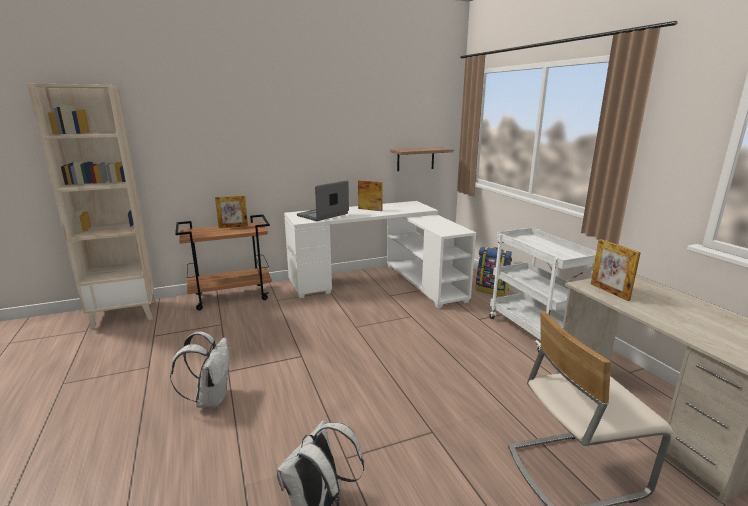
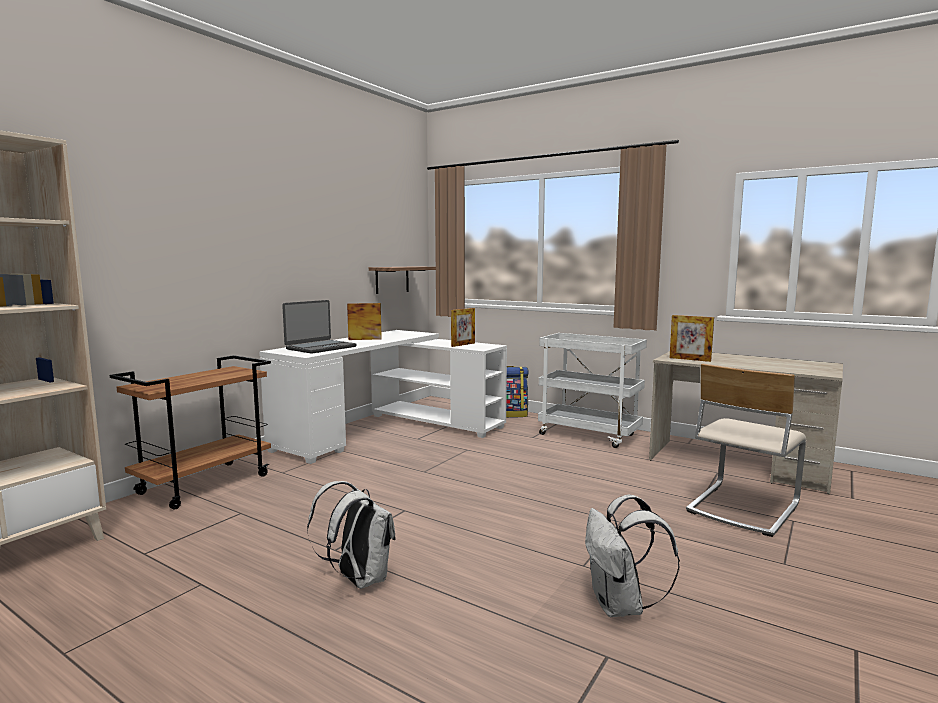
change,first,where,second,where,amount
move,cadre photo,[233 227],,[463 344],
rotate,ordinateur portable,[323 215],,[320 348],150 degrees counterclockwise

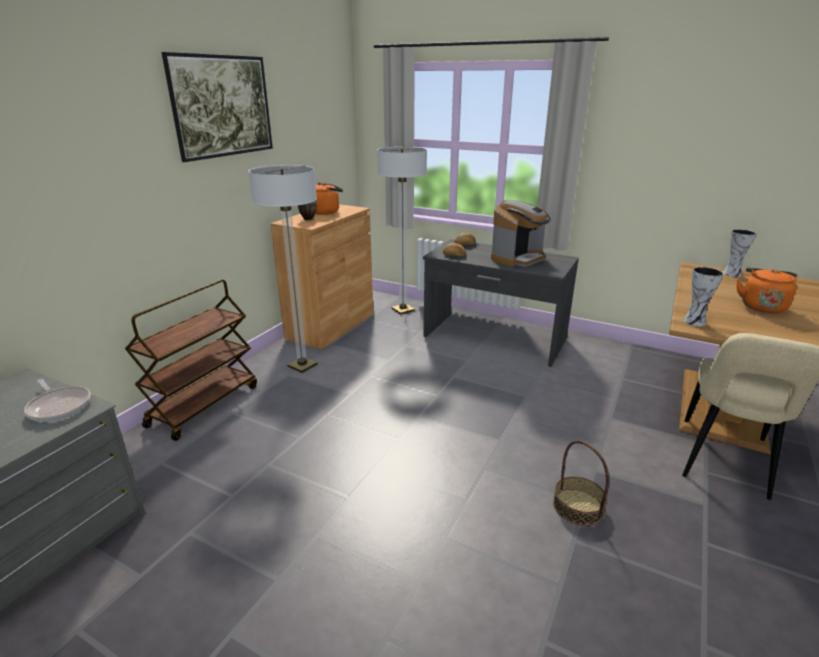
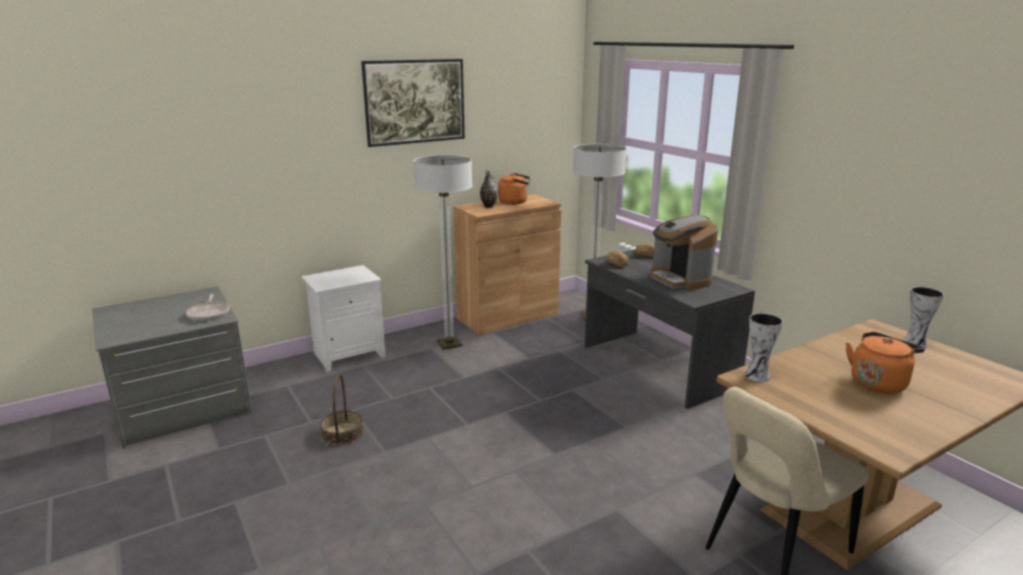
change,first,where,second,where,amount
move,panier,[578 506],,[343 434],
replace,chariot (marron),[204 405],table de chevet (blanc),[349 354],
rotate,machine à café,[518 259],,[680 279],75 degrees clockwise

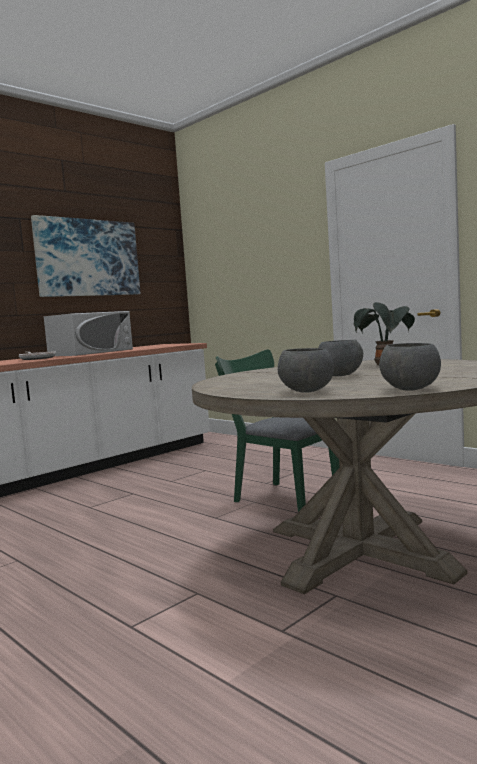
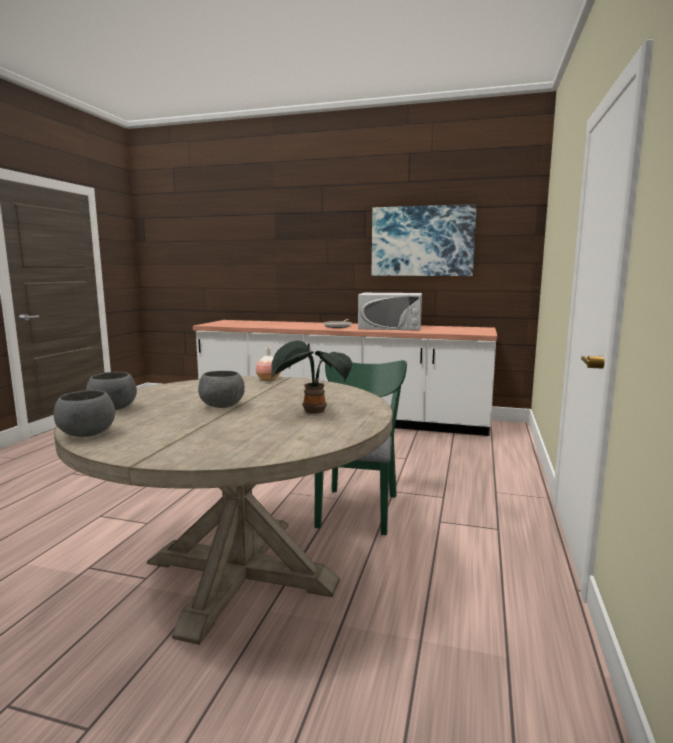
change,first,where,second,where,amount
insert,,,vase,[268 379],

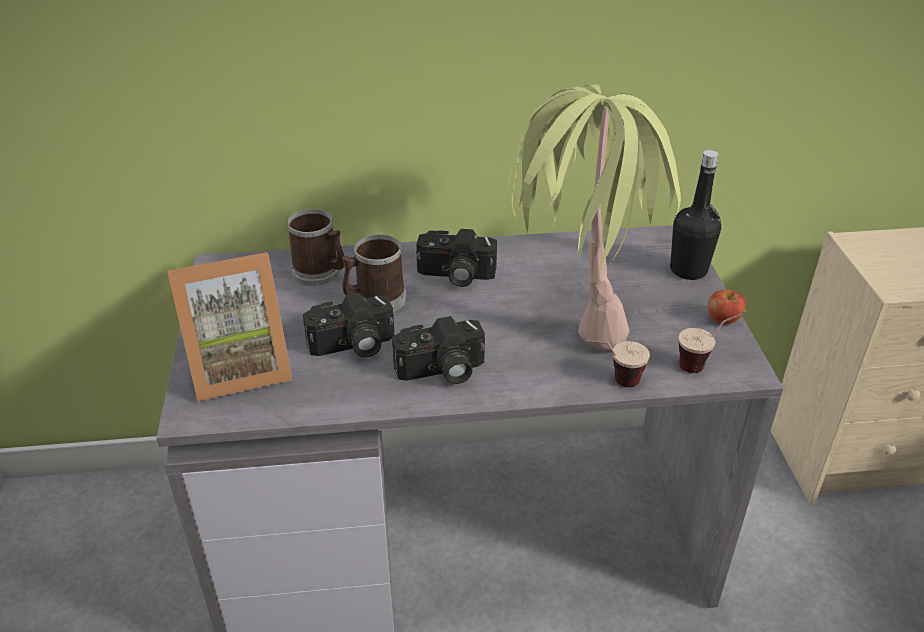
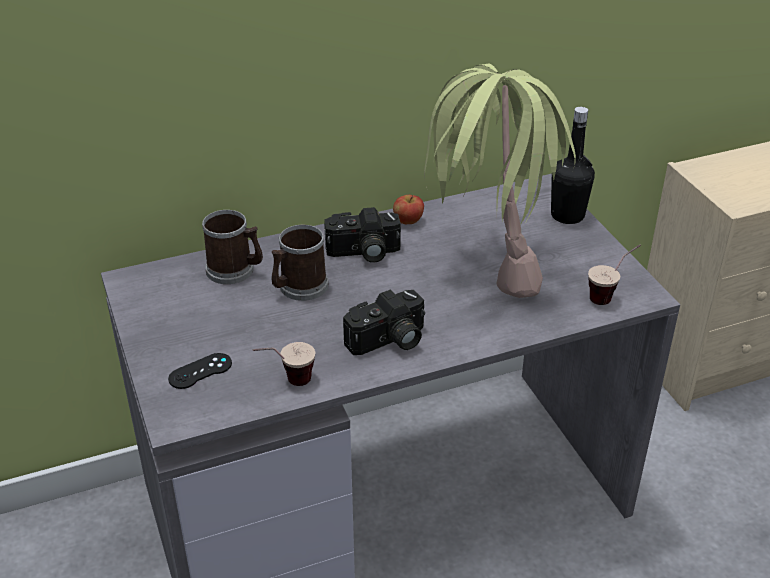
change,first,where,second,where,amount
delete,appareil photo,[353 346],,,
move,tasse,[612 382],,[286 383],
move,pomme,[723 320],,[408 221],
replace,cadre photo,[239 368],manette (noir),[200 371],

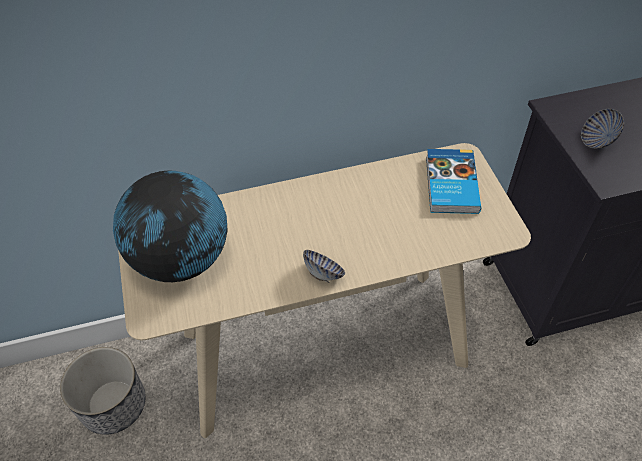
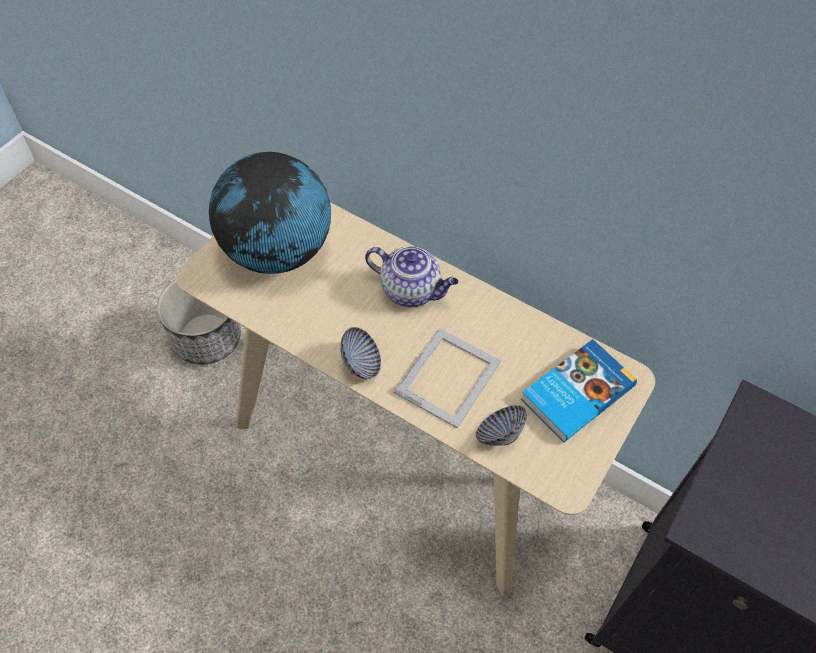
change,first,where,second,where,amount
insert,,,théière,[411 290],
insert,,,cadre photo,[449 376],
move,bol,[597 141],,[499 434],

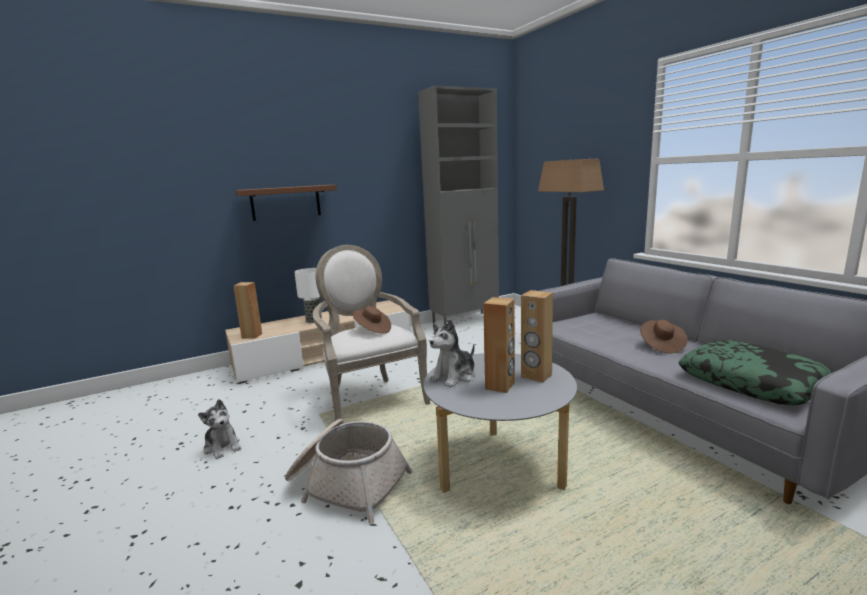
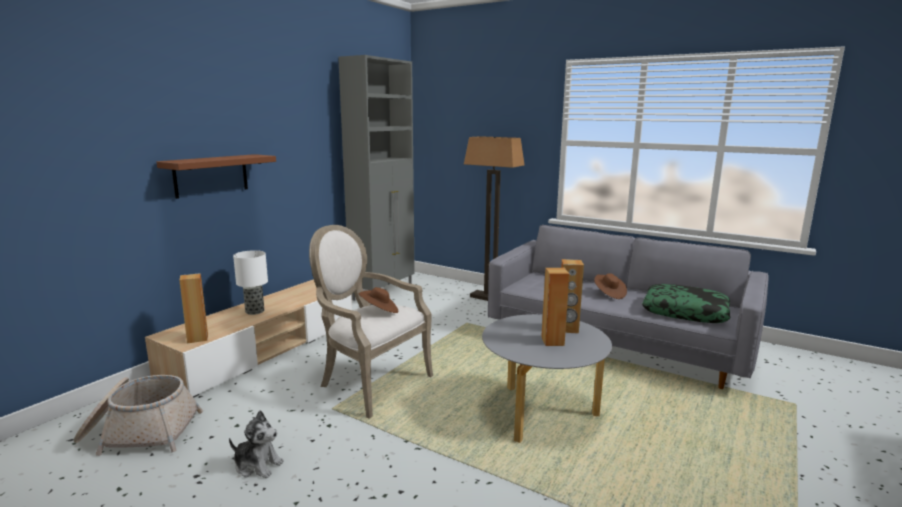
change,first,where,second,where,amount
delete,peluche,[454 376],,,
move,panier,[347 483],,[139 432],

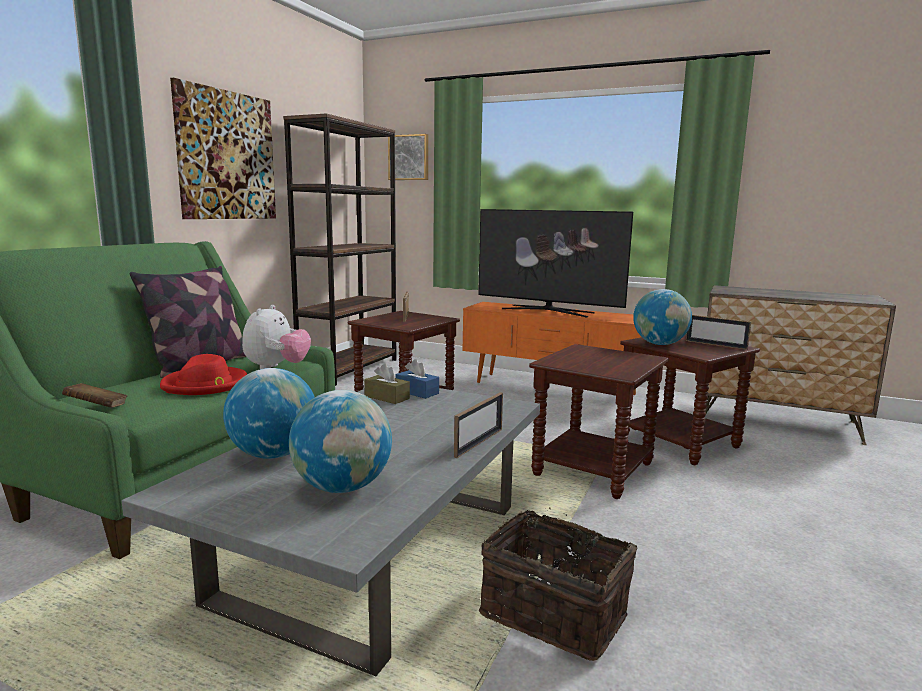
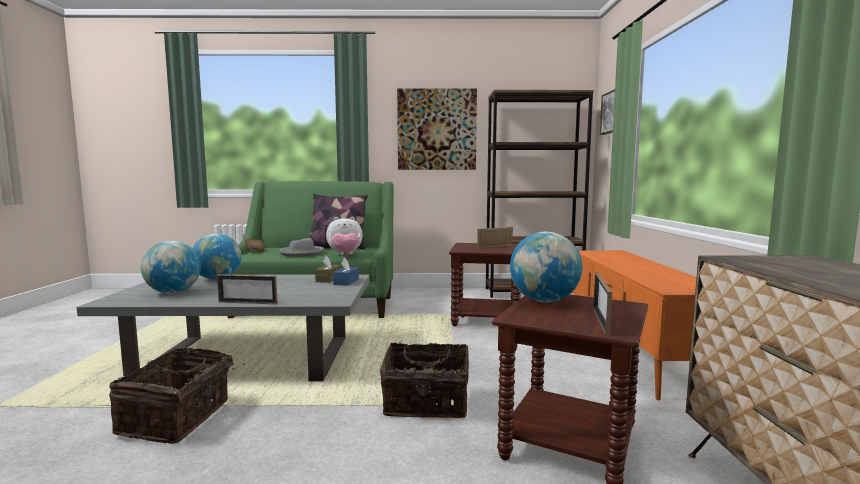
change,first,where,second,where,amount
delete,téléviseur,[547 311],,,
replace,table d'appoint (marron),[594 470],panier,[426 403],
recolor,chapeau (rouge),[205 384],chapeau (gris),[301 253],

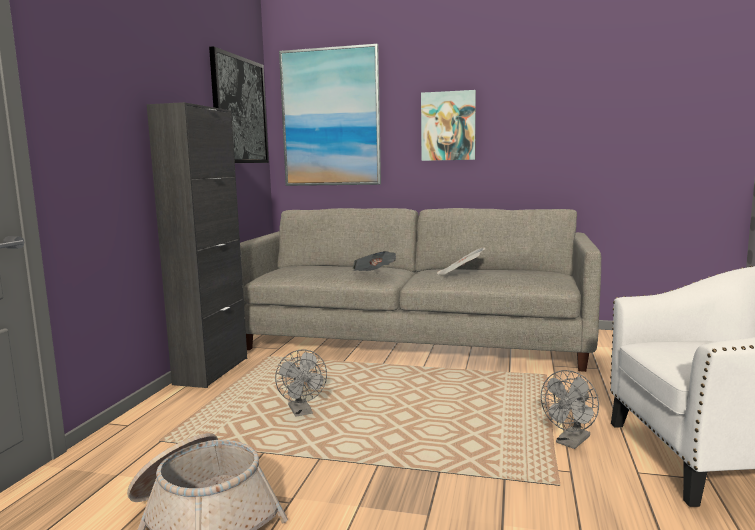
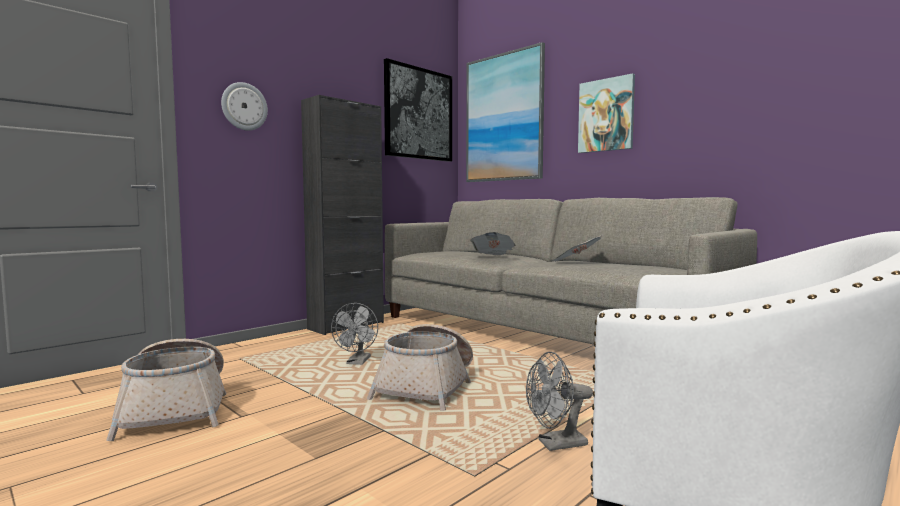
change,first,where,second,where,amount
insert,,,horloge murale,[244 106],
insert,,,panier,[427 386],

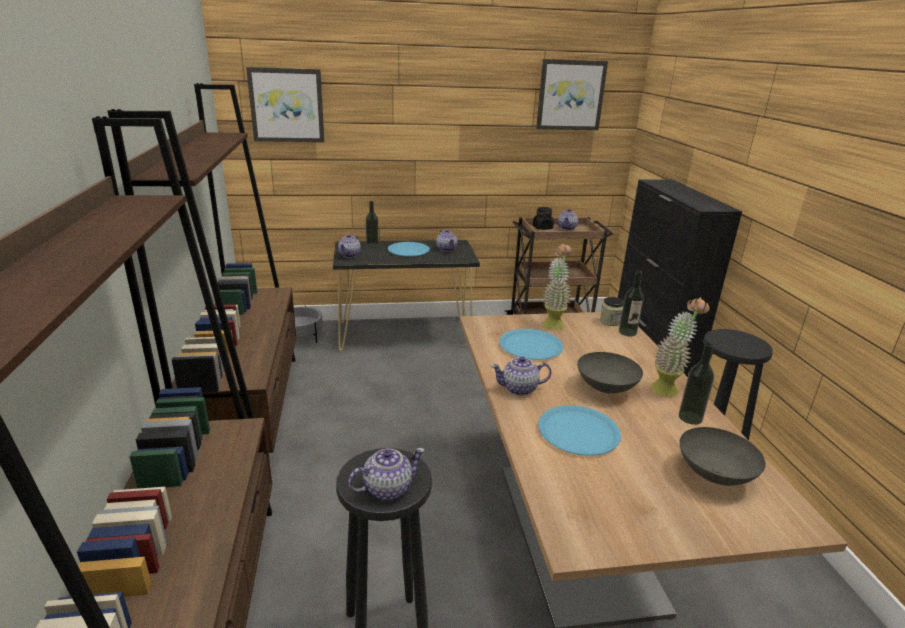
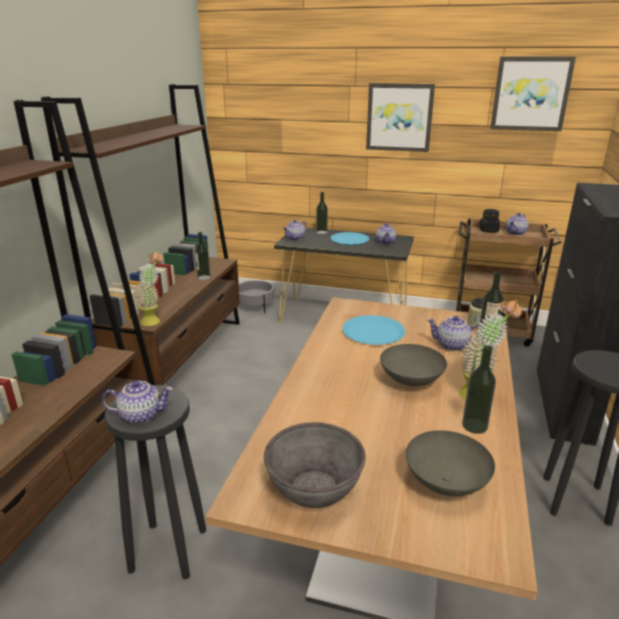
change,first,where,second,where,amount
delete,assiette (bleu),[578 431],,,
insert,,,bouteille,[204 277],
insert,,,bol (gris),[314 488],
move,tableau,[287 105],,[399 117],
move,théière,[519 389],,[452 345],
move,plante en pot,[553 322],,[154 320],

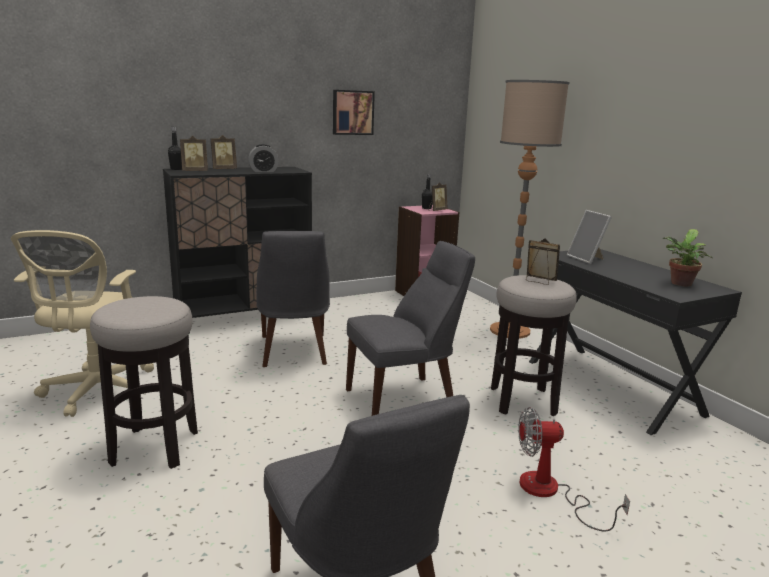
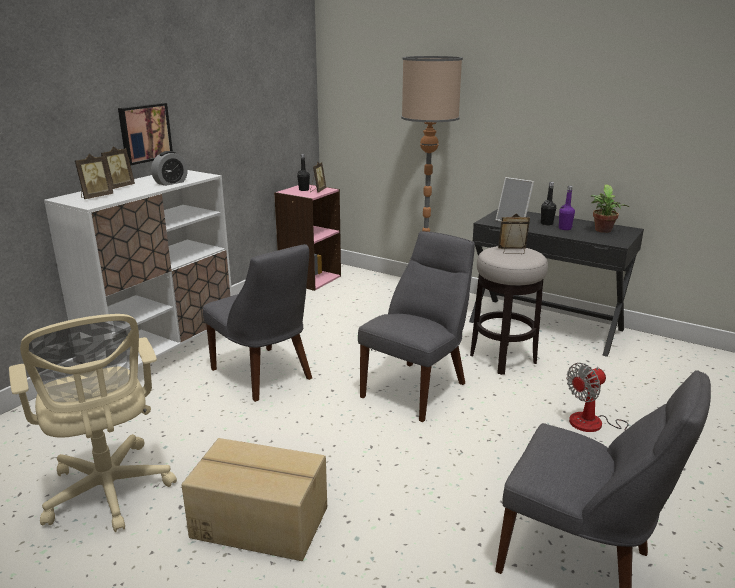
change,first,where,second,where,amount
insert,,,bouteille (violet),[564 228],
move,bouteille (noir),[176 169],,[546 224],
move,tableau,[352 112],,[144 133],
replace,tabouret,[155 447],carton,[260 521],
recolor,meuble de rangement (noir),[244 318],meuble de rangement (blanc),[163 354],

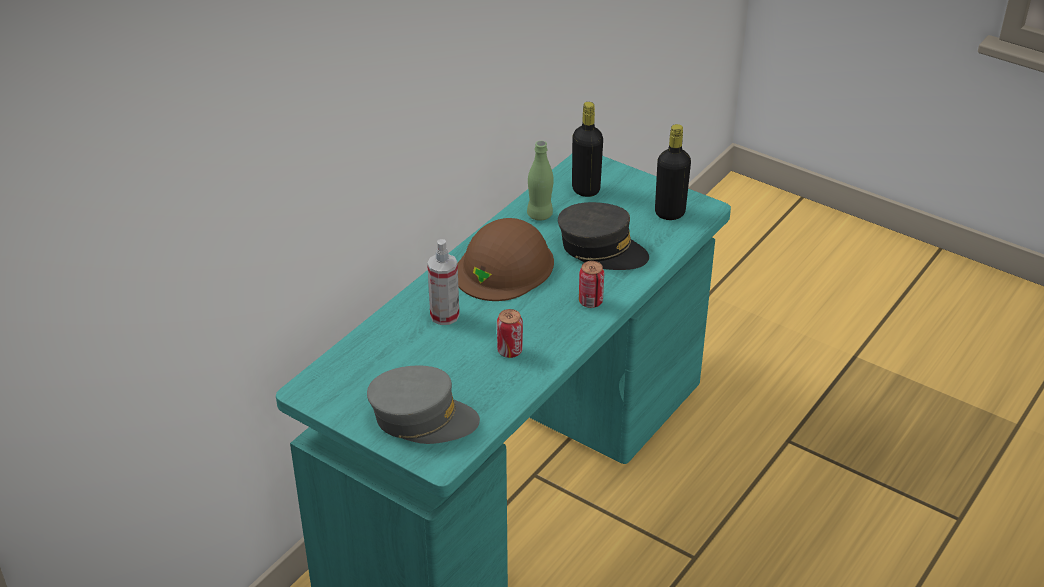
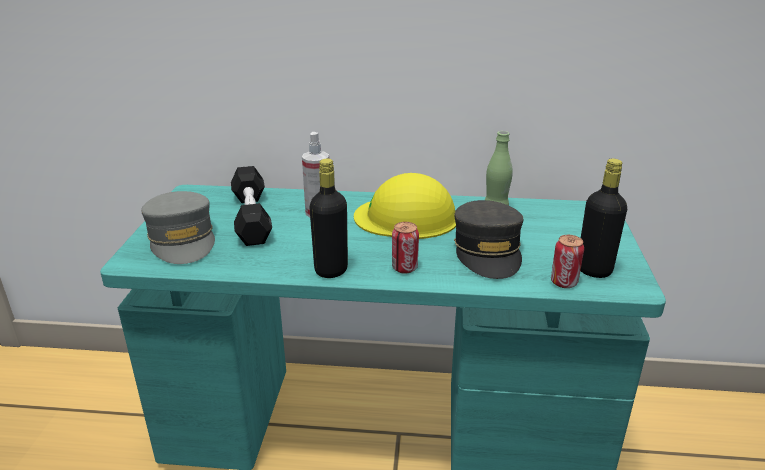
change,first,where,second,where,amount
insert,,,haltère (noir),[251 218],
move,boîte métallique,[509 351],,[564 282],
move,bouteille (noir),[586 189],,[331 270],
recolor,casque de chantier (marron),[504 267],casque de chantier (jaune),[407 217],

